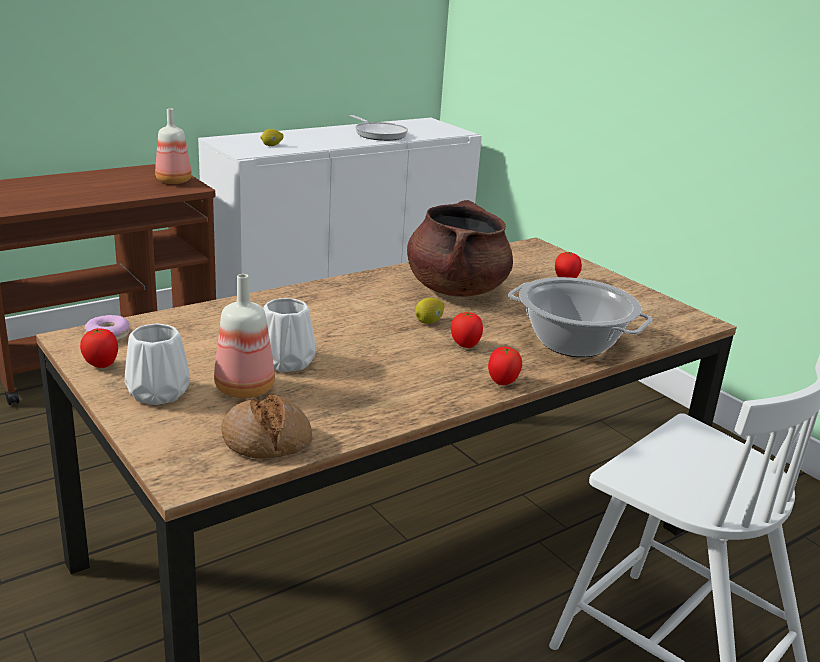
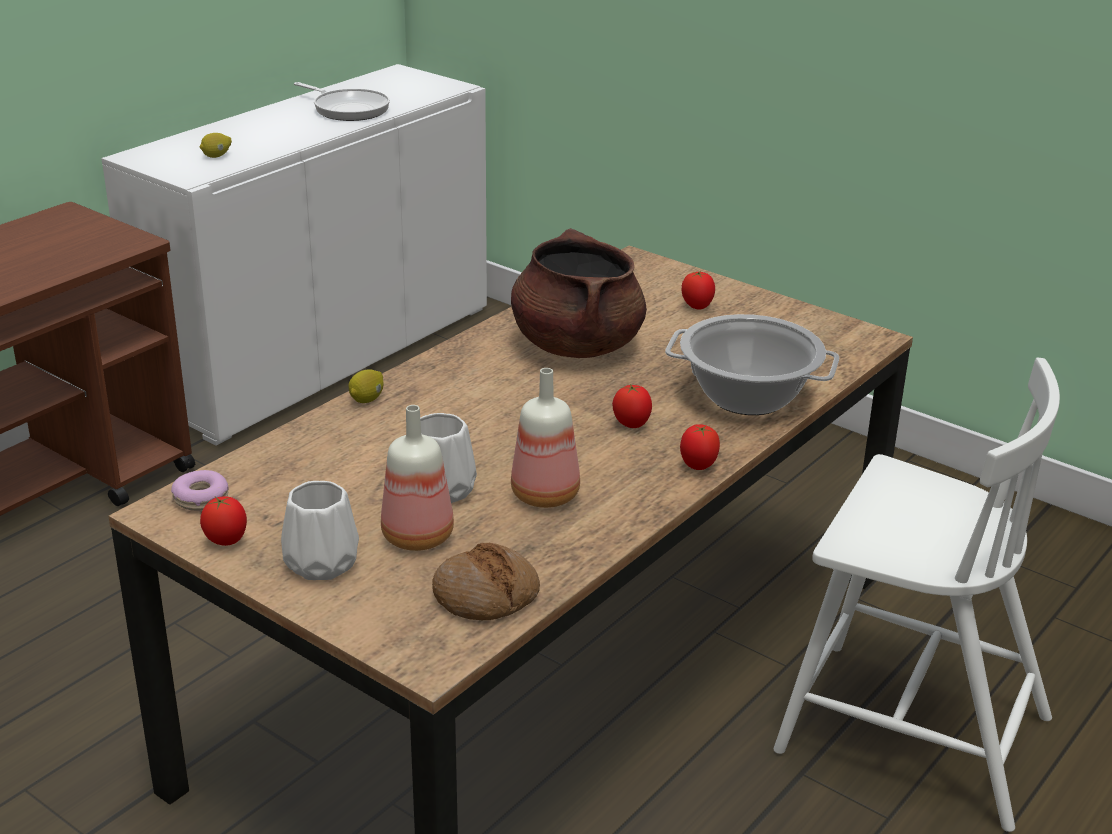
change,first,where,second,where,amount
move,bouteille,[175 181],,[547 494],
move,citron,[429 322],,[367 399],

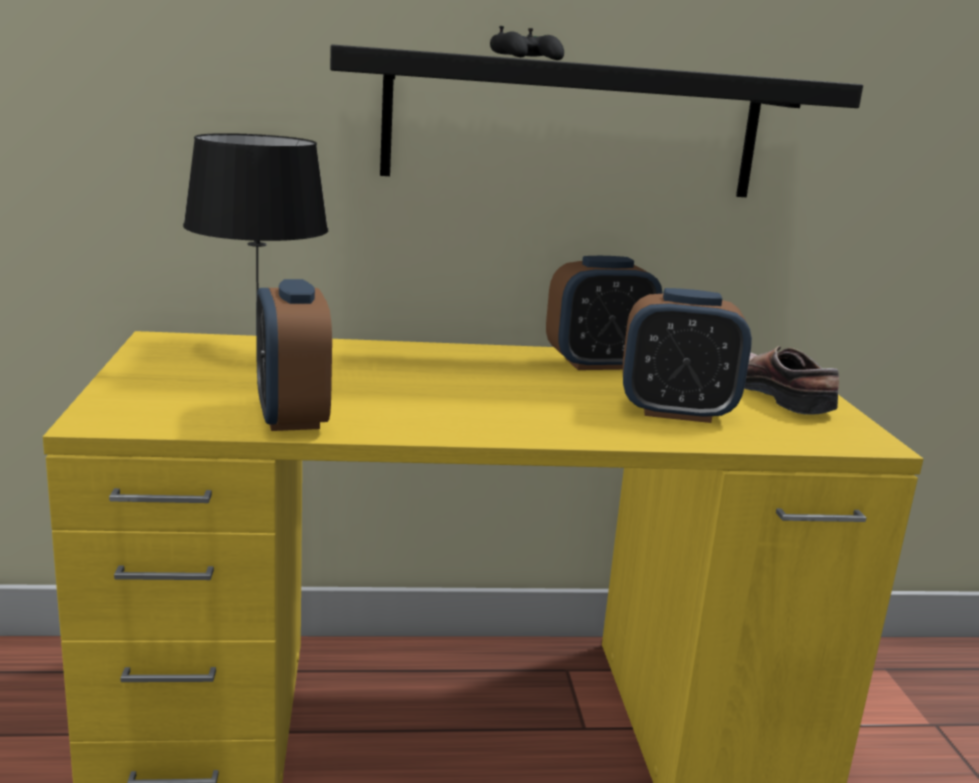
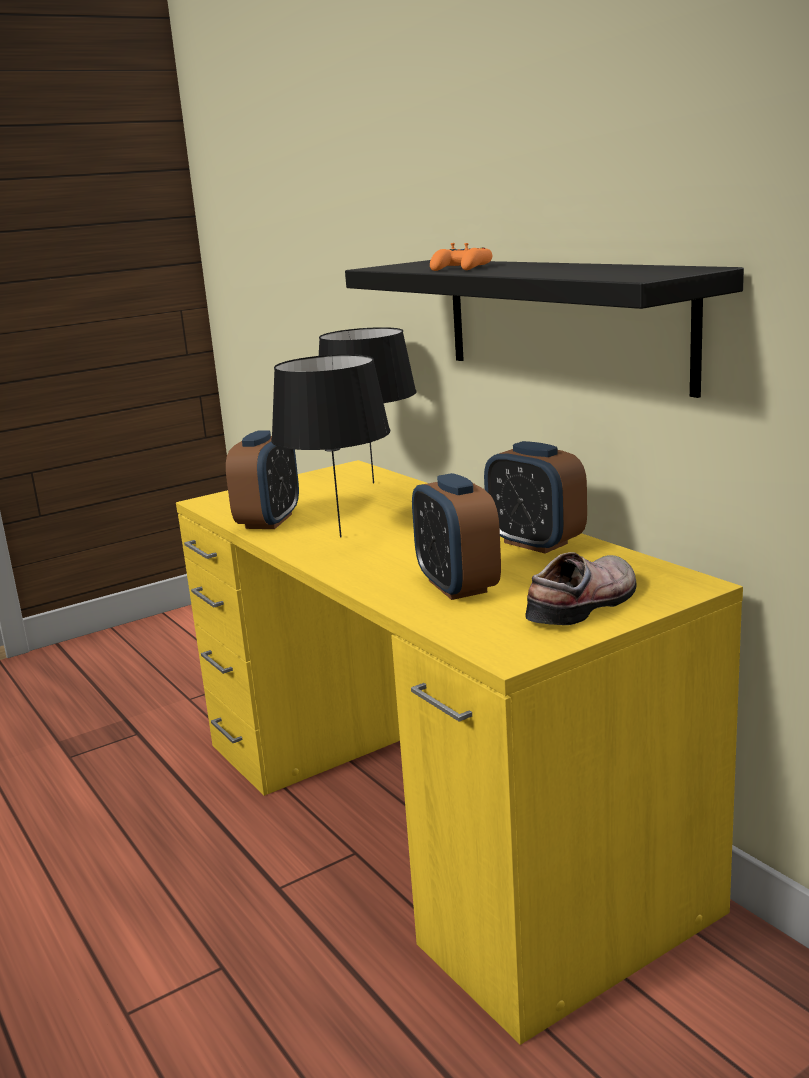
change,first,where,second,where,amount
insert,,,lampe de table (noir),[339 537],
recolor,manette (noir),[526 57],manette (orange),[462 268],
rotate,réveil,[291 417],,[269 521],150 degrees clockwise

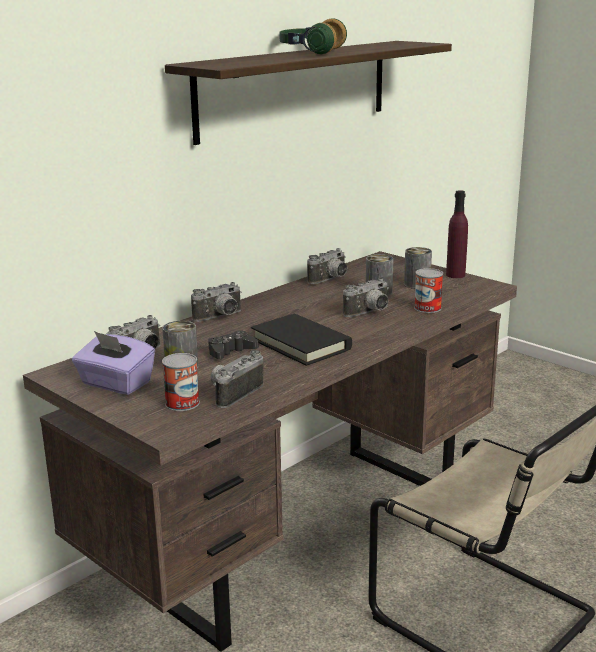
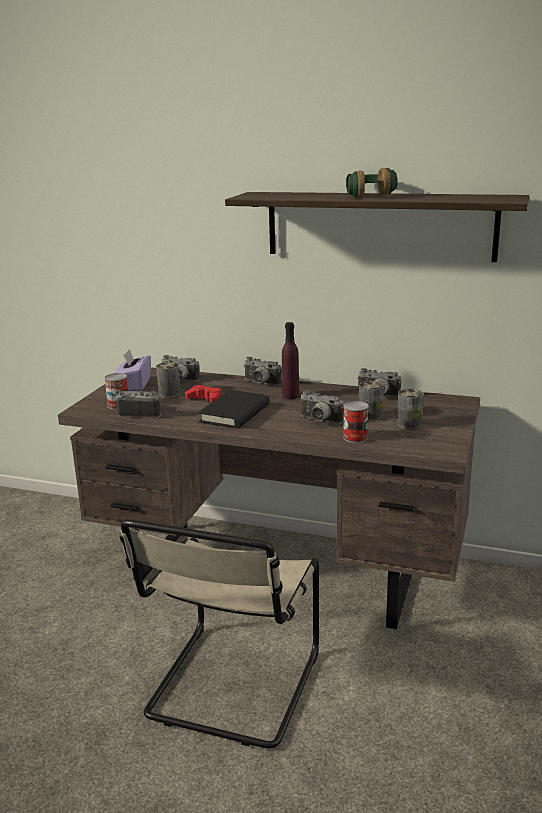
change,first,where,second,where,amount
move,bouteille (violet),[455 275],,[290 396],
recolor,manette (noir),[231 351],manette (rouge),[205 399],

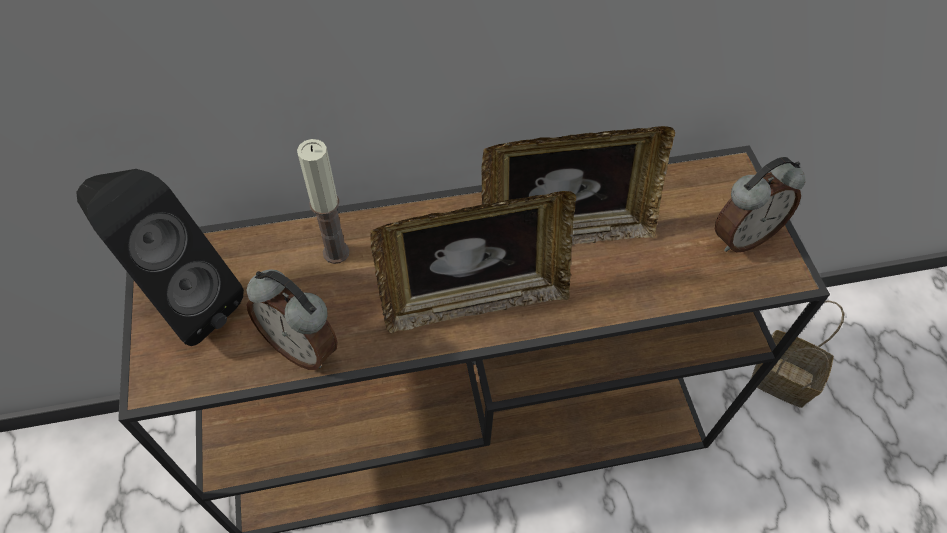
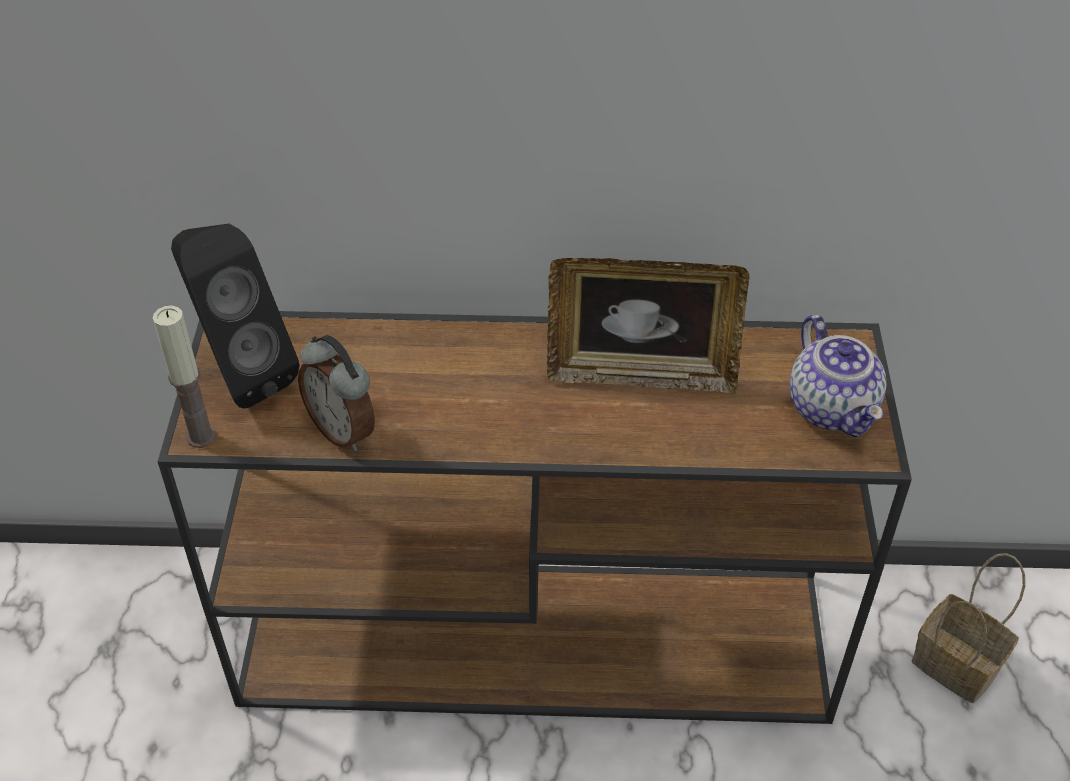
change,first,where,second,where,amount
delete,cadre photo,[474 300],,,
move,bougie,[336 252],,[201 436],
replace,réveil,[741 236],théière,[833 408],

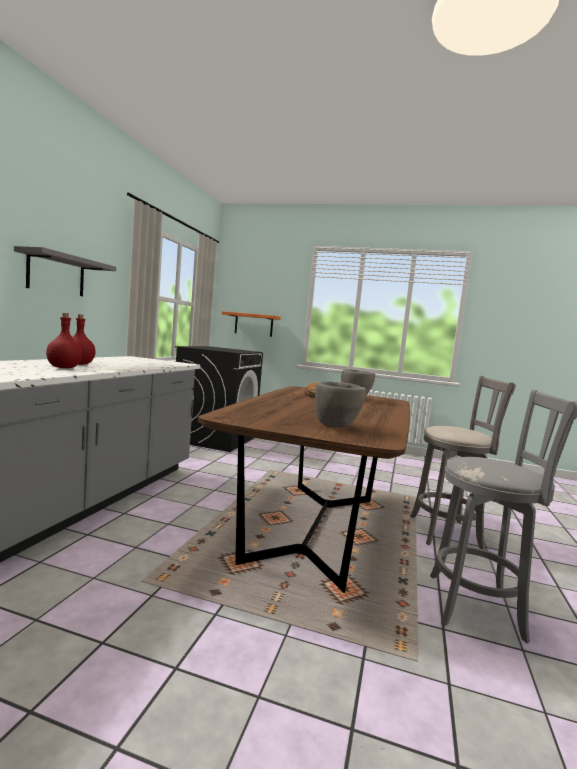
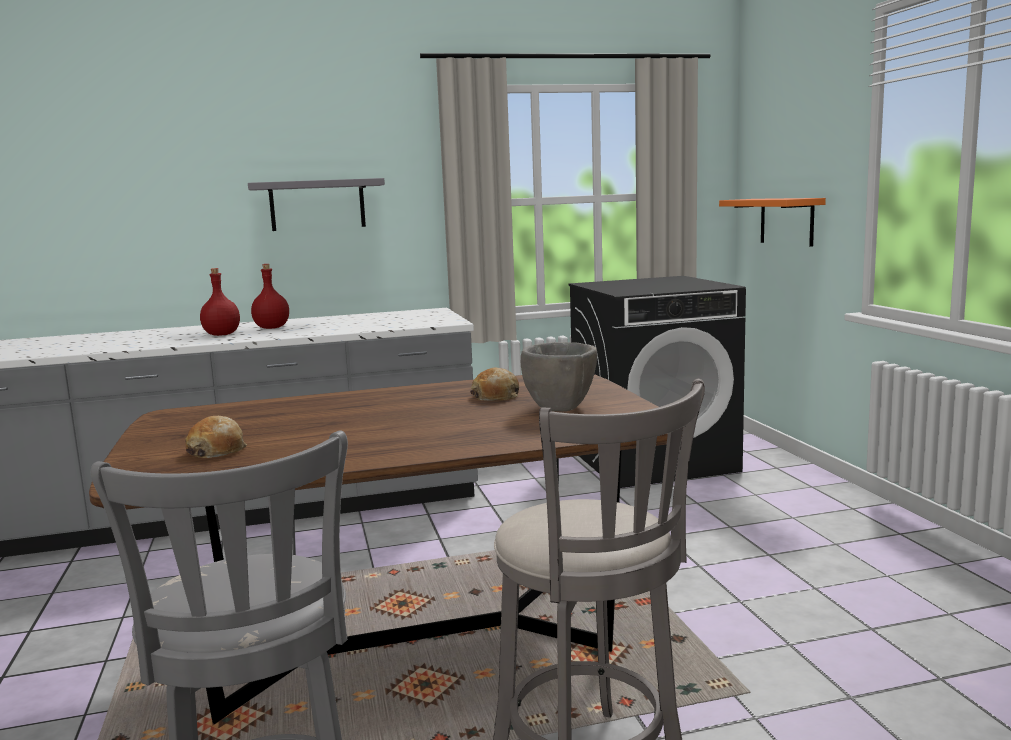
change,first,where,second,where,amount
replace,bol (gris),[336 426],pain,[217 450],

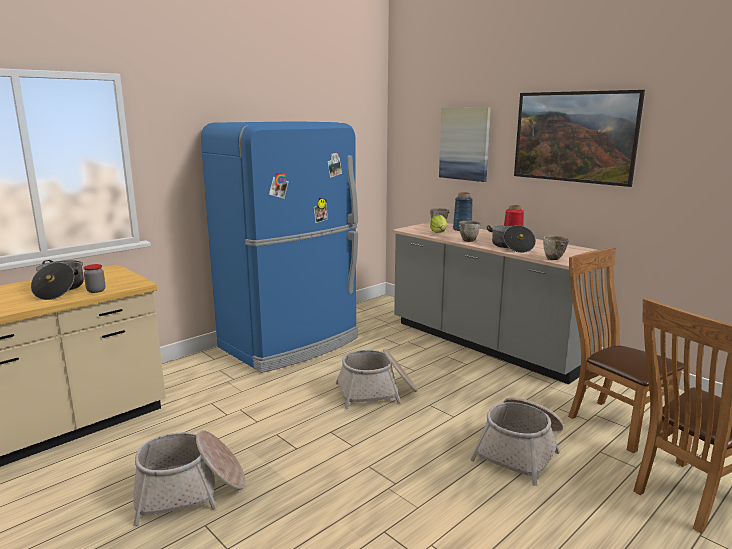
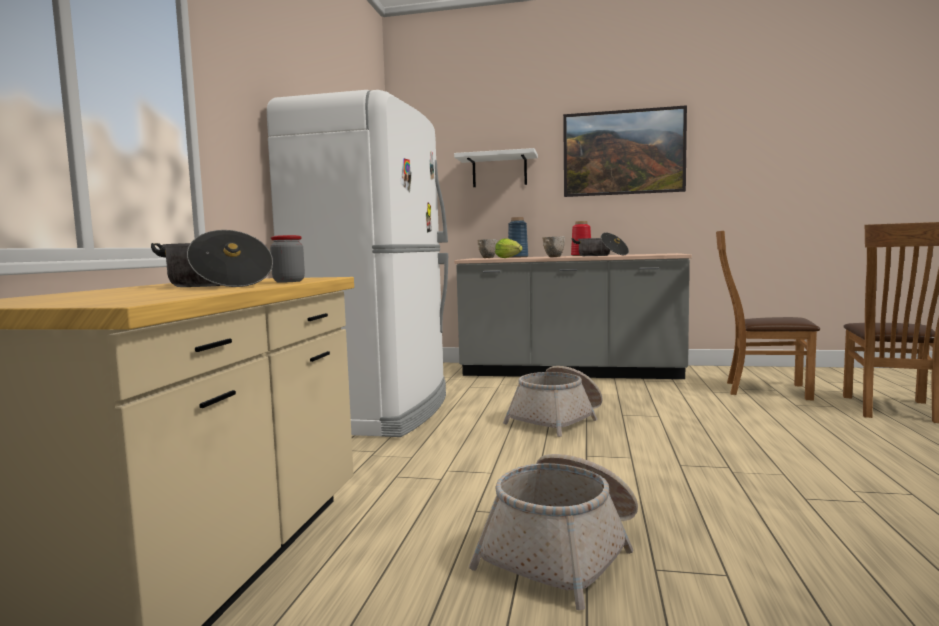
change,first,where,second,where,amount
delete,panier,[520 451],,,
delete,bol,[553 259],,,
replace,tableau,[465 144],étagère (blanc),[499 171],
recolor,réfrigérateur (bleu),[291 343],réfrigérateur (blanc),[379 410],

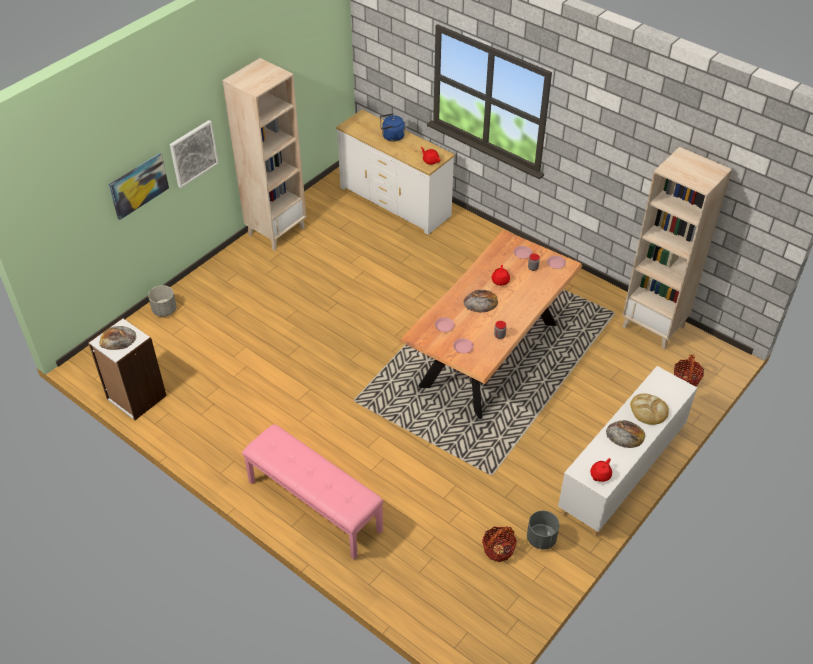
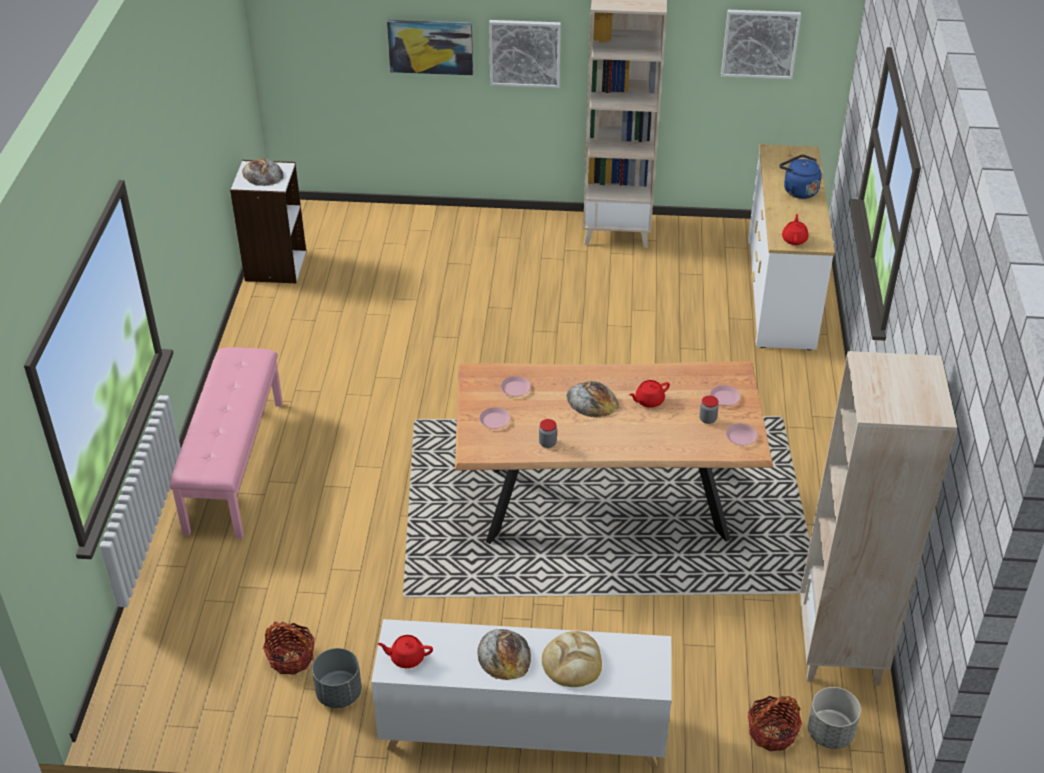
change,first,where,second,where,amount
insert,,,tableau,[760 43],
move,cache-pot (gris),[164 310],,[830 732],

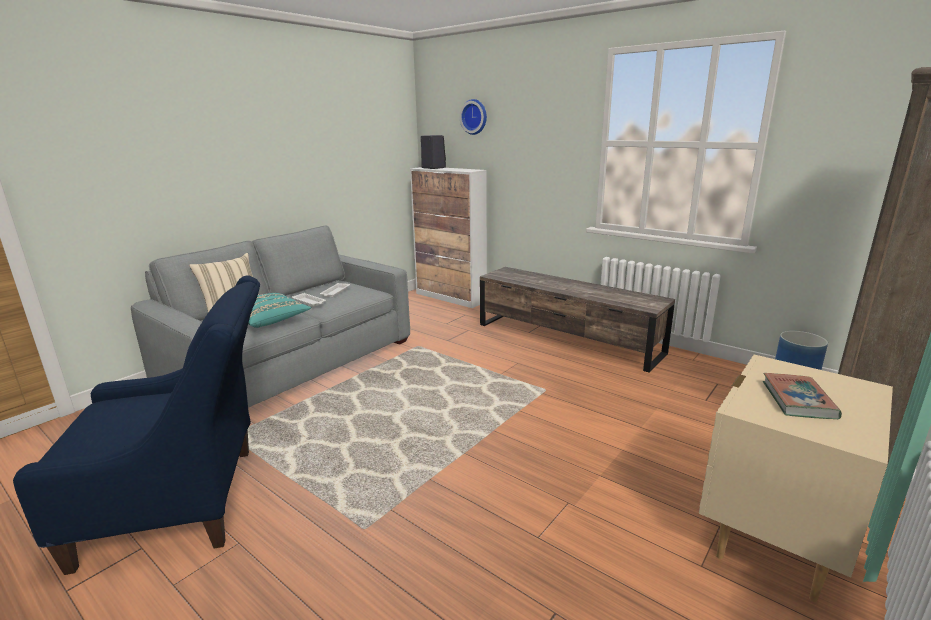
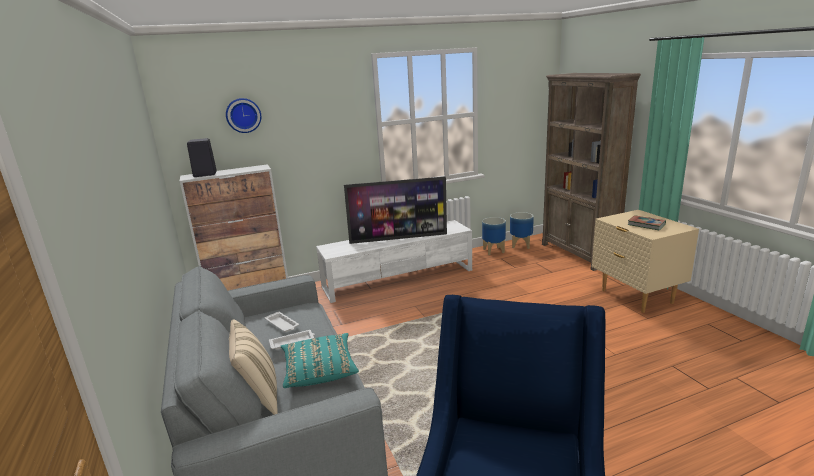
change,first,where,second,where,amount
insert,,,téléviseur,[398 238],
insert,,,cache-pot,[494 251],
recolor,meuble télé (marron),[567 338],meuble télé (blanc),[399 278],

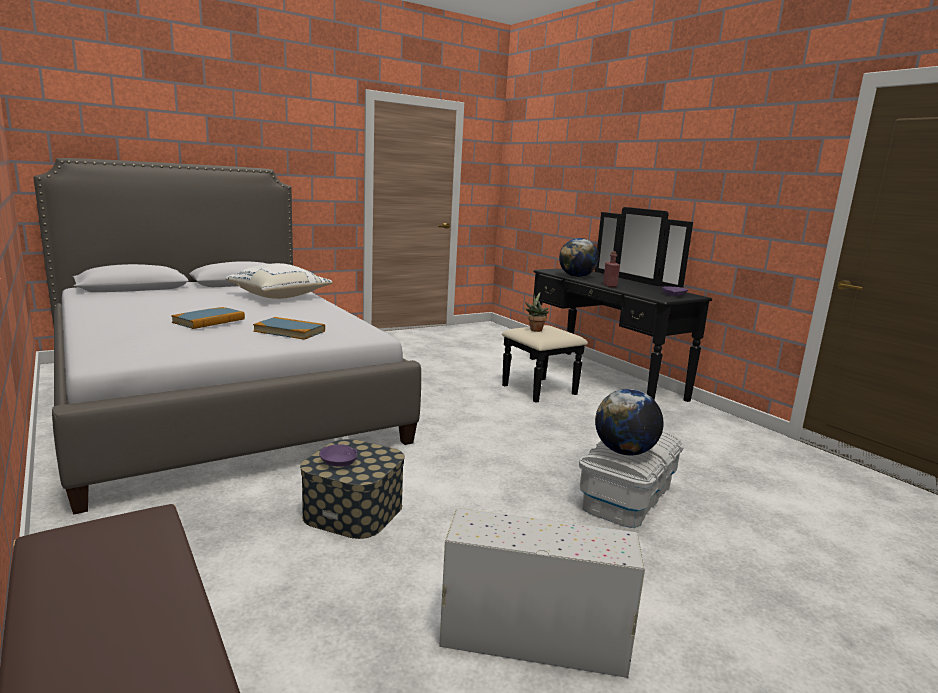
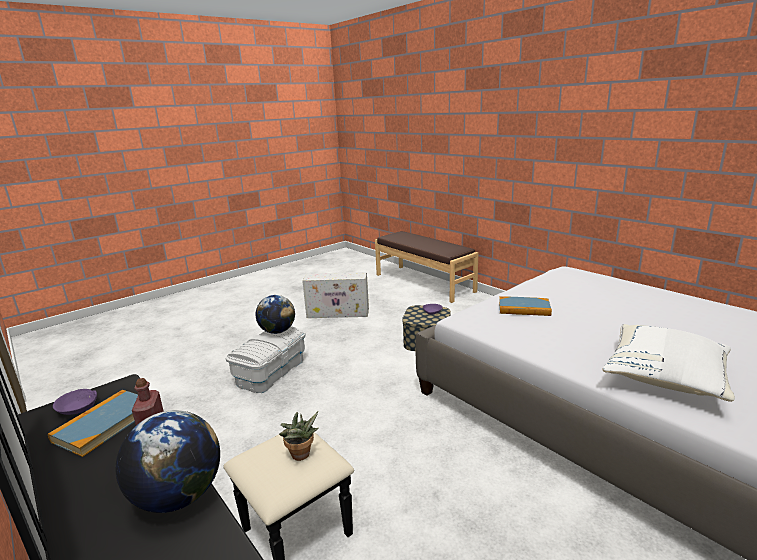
change,first,where,second,where,amount
move,livre,[209 321],,[105 424],

